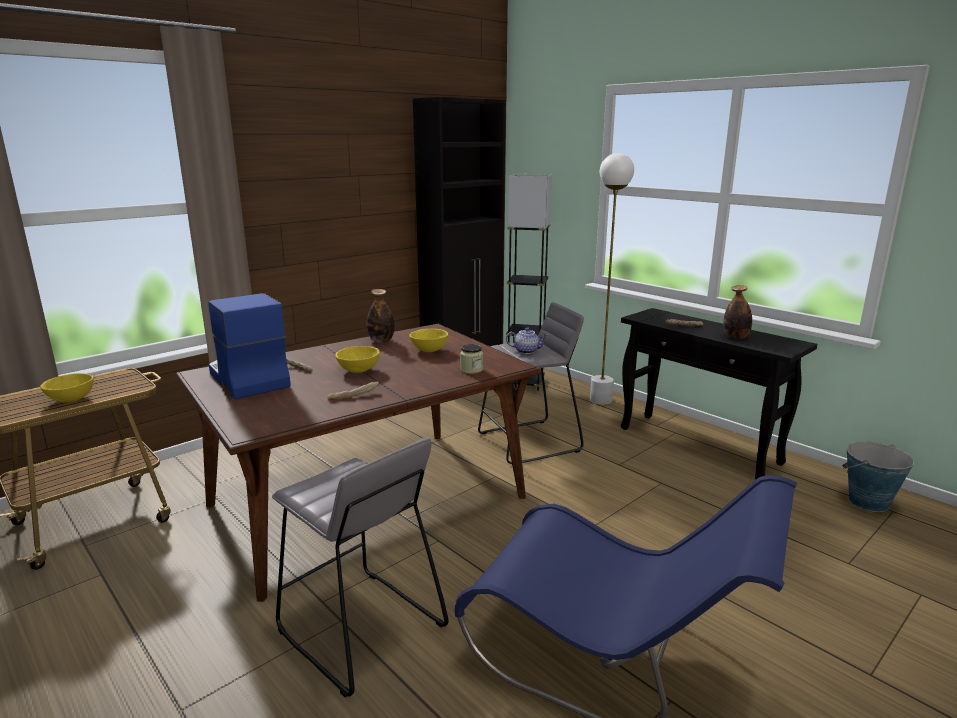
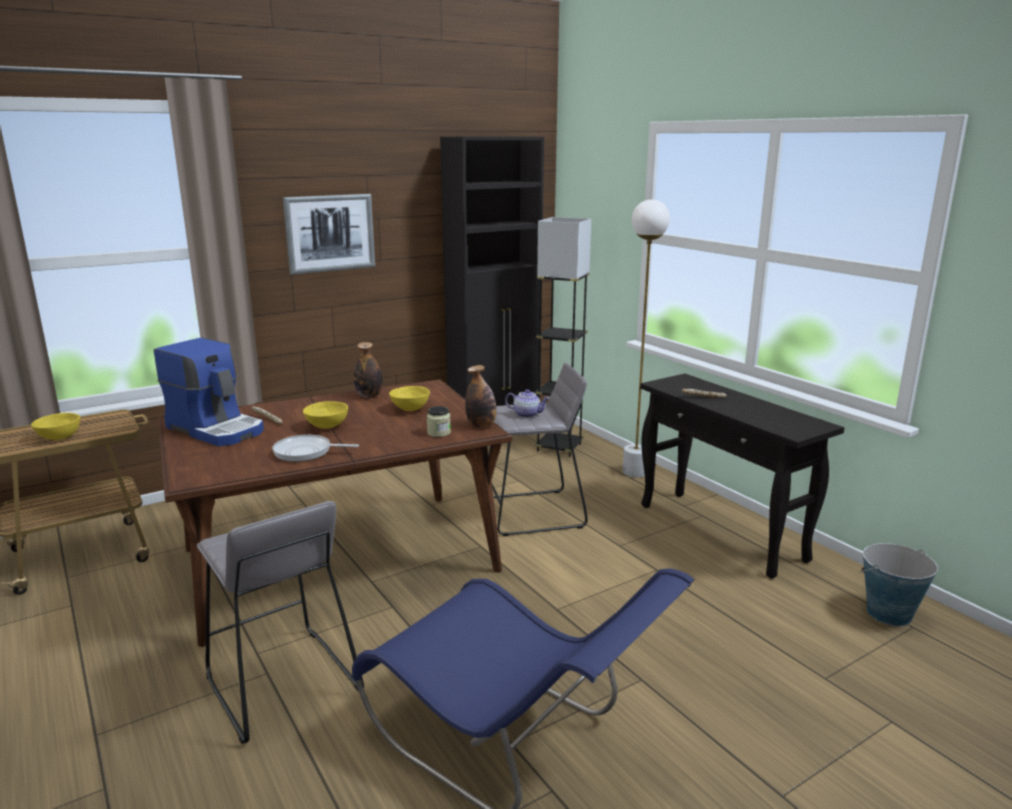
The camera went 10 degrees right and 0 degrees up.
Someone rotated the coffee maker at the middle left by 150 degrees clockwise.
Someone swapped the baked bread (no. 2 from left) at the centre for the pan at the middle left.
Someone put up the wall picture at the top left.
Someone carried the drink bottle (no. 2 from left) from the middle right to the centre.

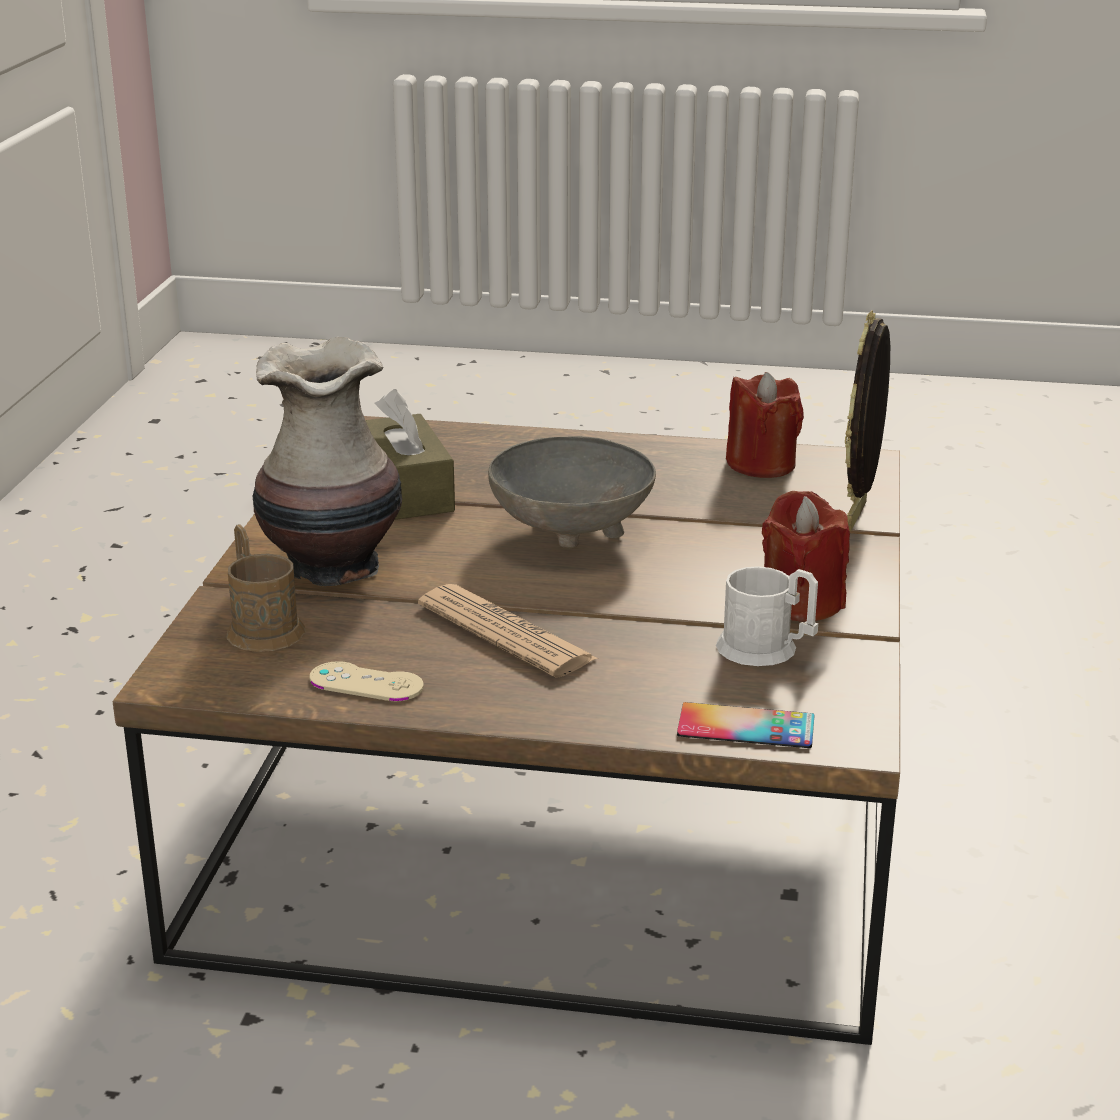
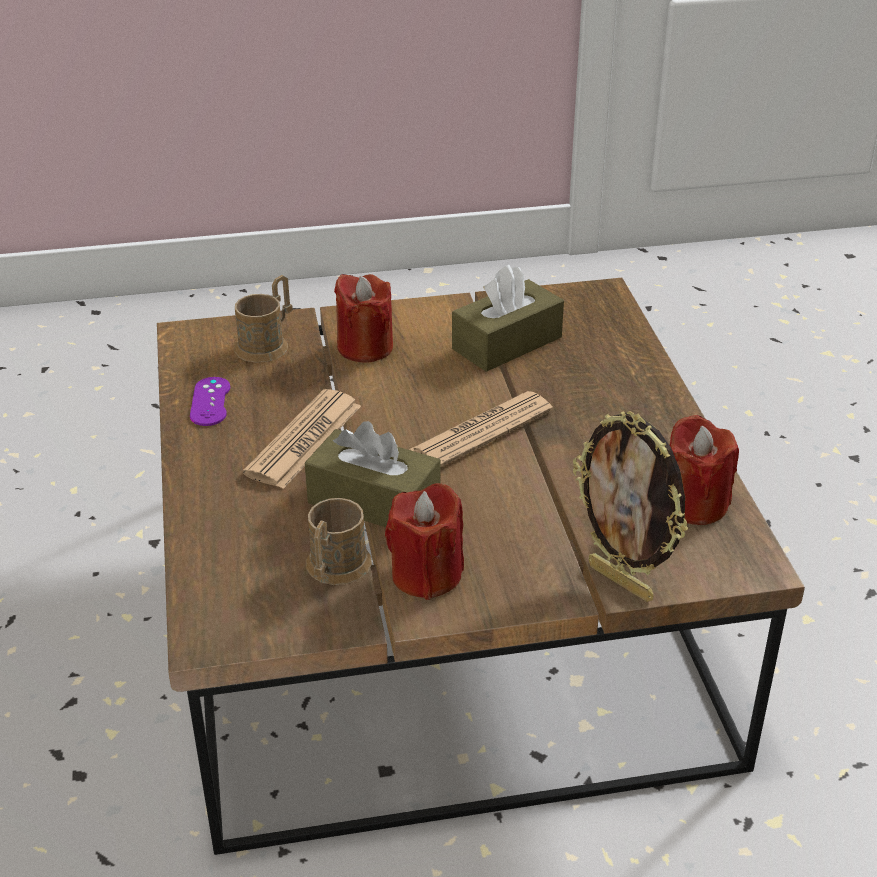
The camera went 70 degrees right and 10 degrees up.
Someone repainted the sand-coloured joypad at the middle left, which became the purple joypad at the middle left.
Someone put down the brown tissue box (no. 1 from left) at the centre.
Someone repainted the white mug at the middle right, which became the brown mug (no. 2 from left) at the centre.
Someone swapped the flower vase at the middle left for the reddish candle (no. 1 from left) at the centre.
Someone swapped the grey serving bowl at the centre for the newspaper (no. 2 from left) at the centre.
Someone rotated the picture frame at the middle right by 135 degrees counterclockwise.
Someone took away the handset at the centre.

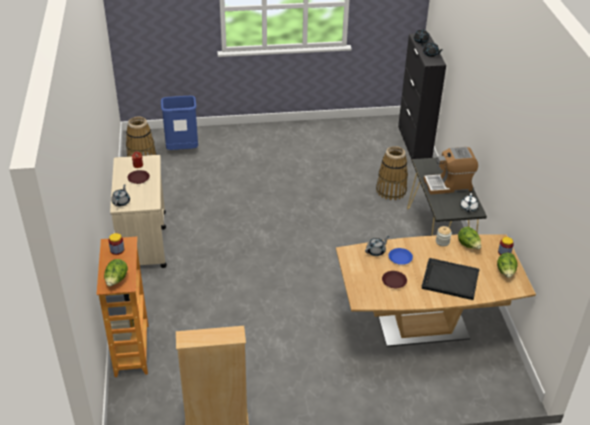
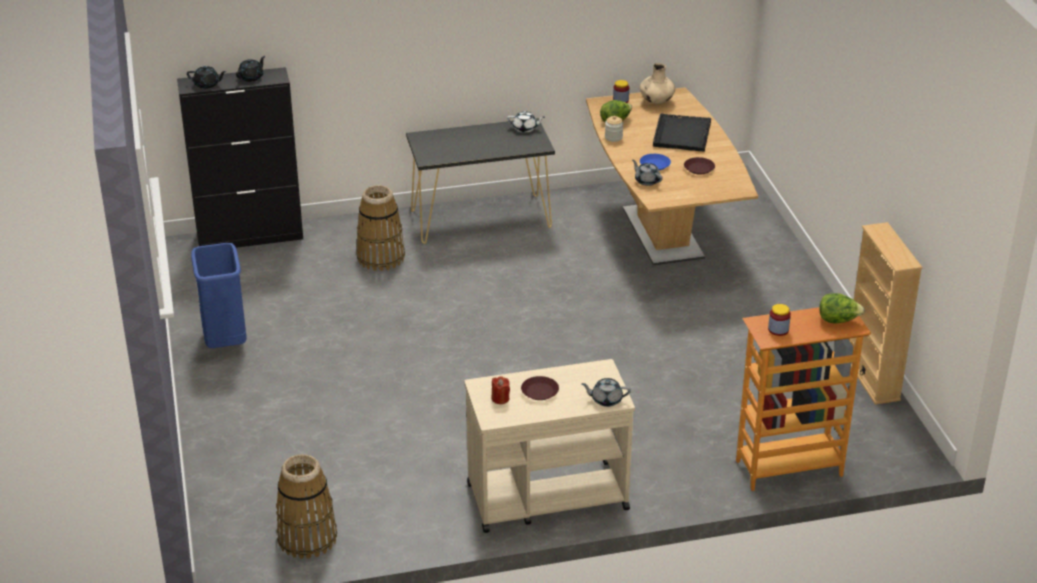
The camera went 95 degrees left and 5 degrees down.
Someone carried the blue-coloured waste bin from the top left to the middle left.
Someone swapped the lettuce (no. 3 from left) at the middle right for the sand-coloured flower vase at the top centre.
Someone took away the coffee maker at the middle right.

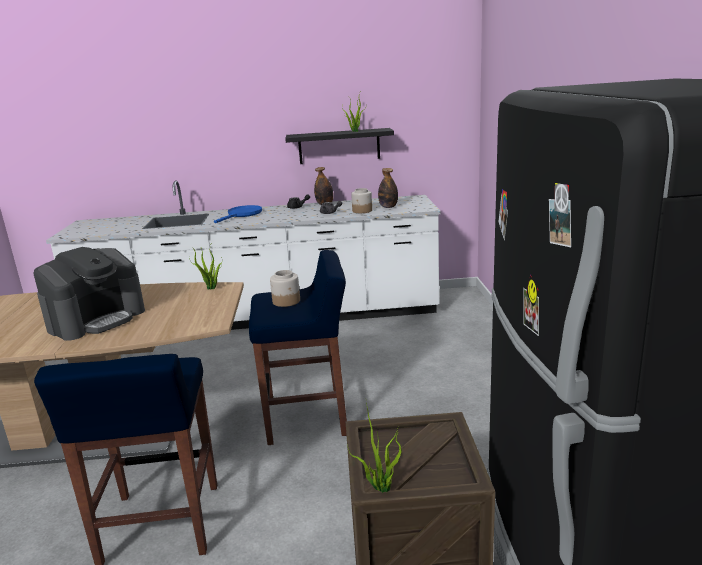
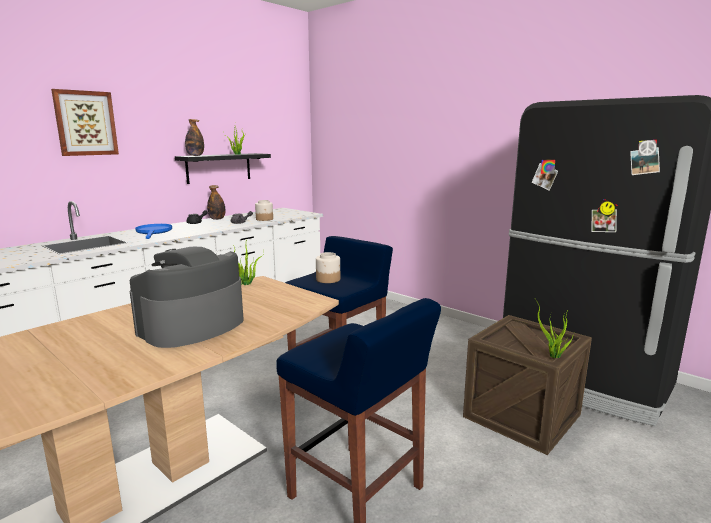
The camera went 45 degrees left and 5 degrees down.
Someone put up the wall picture at the top left.
Someone rotated the coffee maker at the middle left by 135 degrees counterclockwise.
Someone carried the drink bottle (no. 2 from left in the first image) from the top centre to the top left.

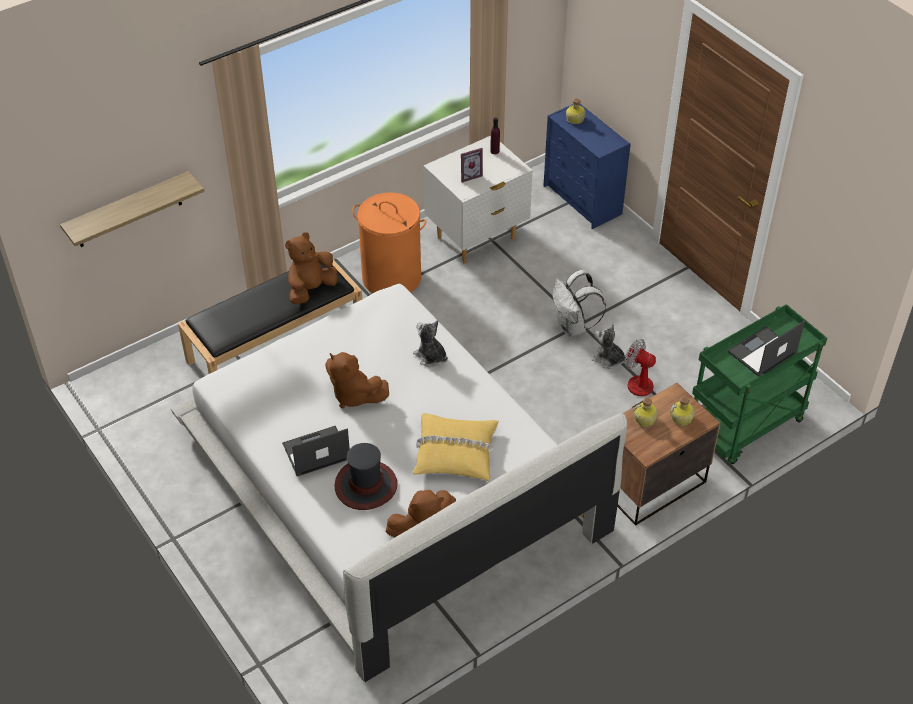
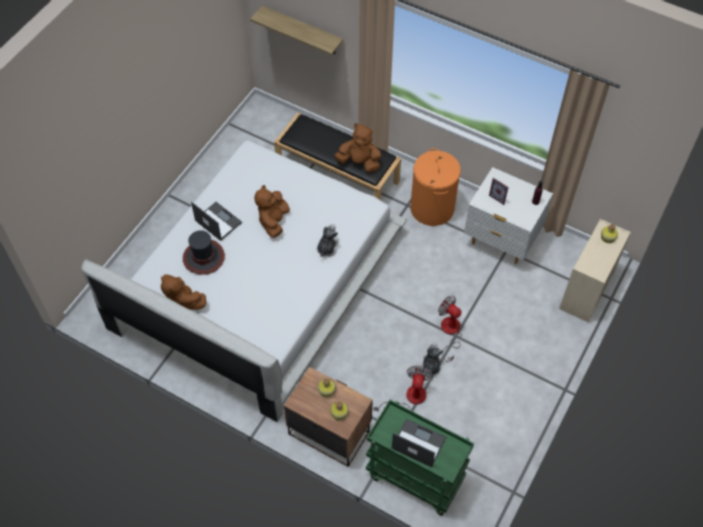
The camera went 65 degrees right and 10 degrees up.
Someone swapped the white rucksack at the centre for the cooling fan (no. 2 from left) at the centre.
Someone repainted the blue-coloured chest of drawers at the top centre, which became the sand-coloured chest of drawers at the middle right.
Someone took away the yellow cushion at the centre.

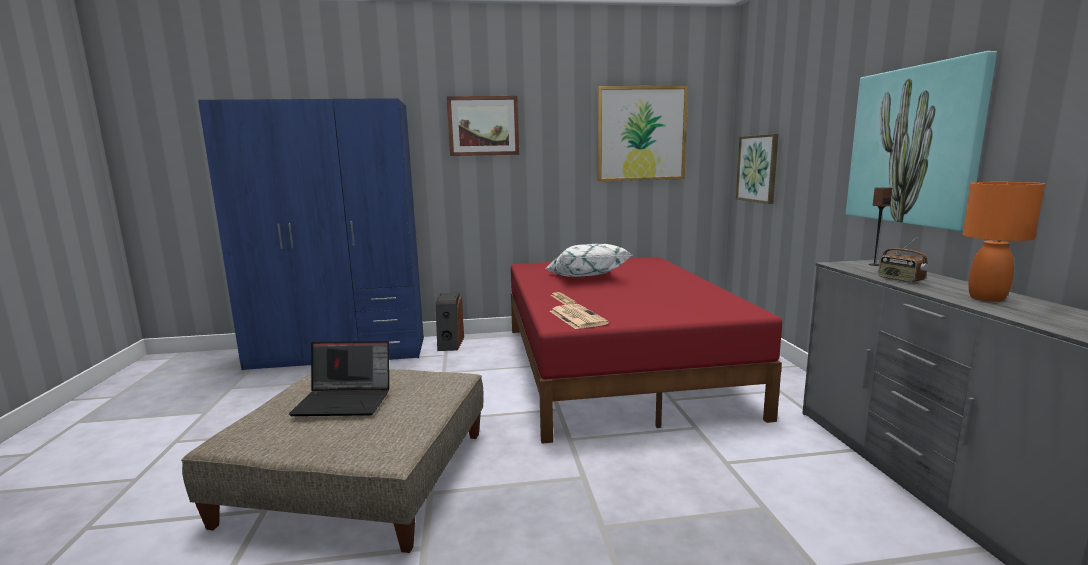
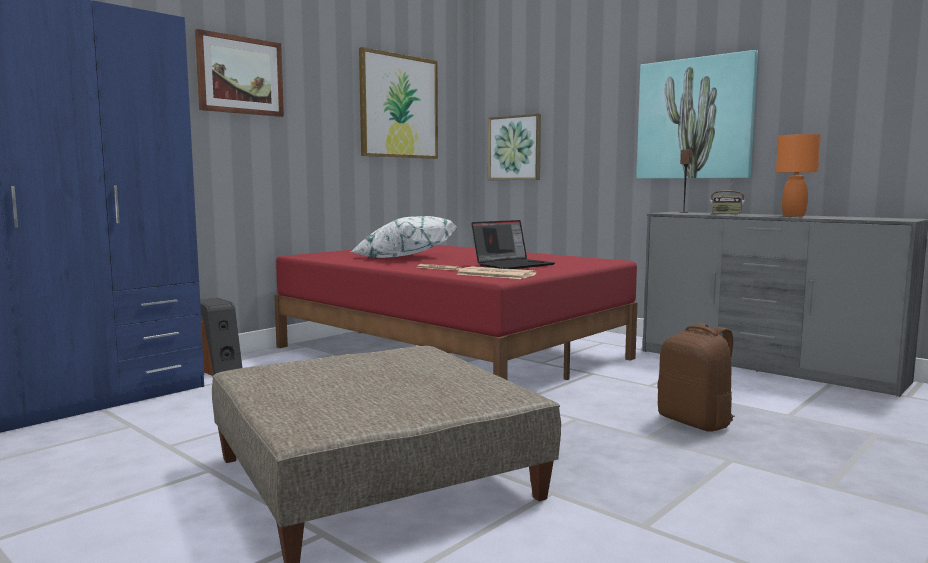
The camera went 40 degrees left and 5 degrees down.
Someone carried the notebook computer from the bottom left to the centre.
Someone put down the brown rucksack at the bottom right.

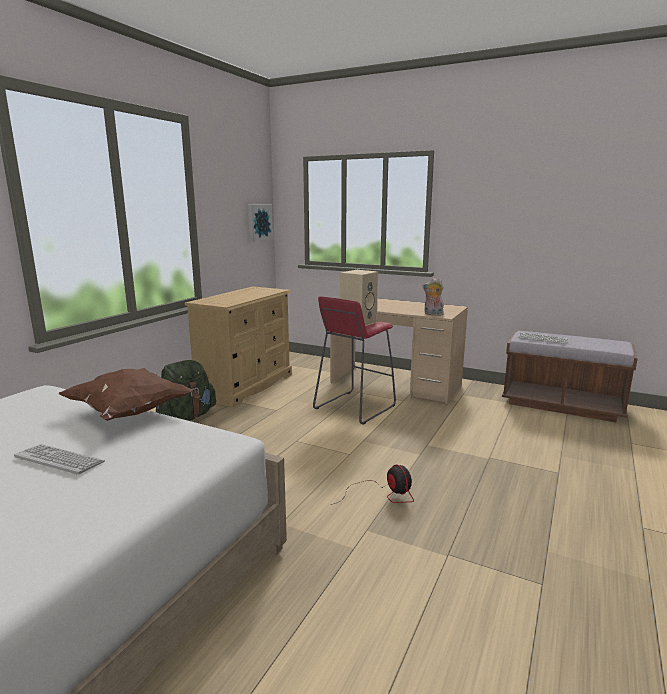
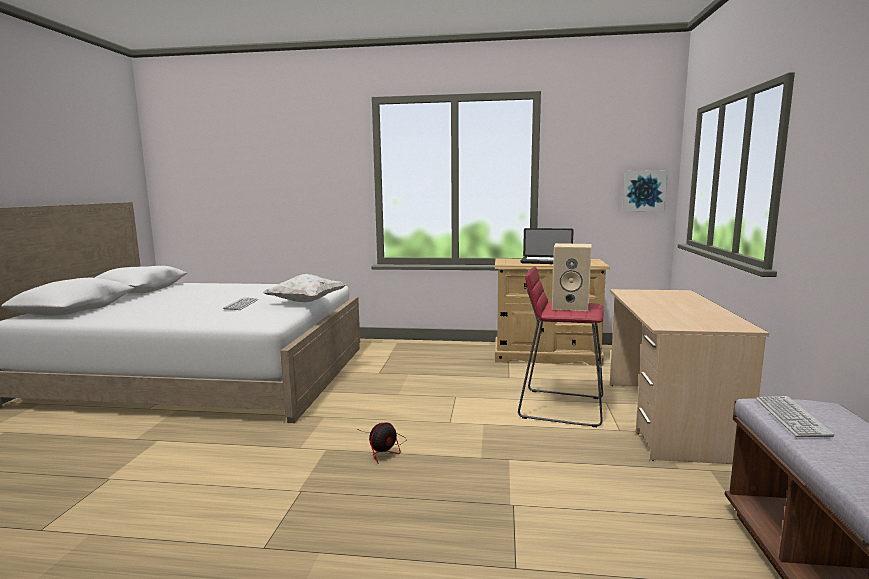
The camera went 70 degrees right and 5 degrees down.
Someone repainted the brown cushion at the middle left, which became the white cushion at the centre.
Someone put down the notebook computer at the centre.
Someone took away the green-coloured rucksack at the middle left.
Someone took away the soft toy at the centre.

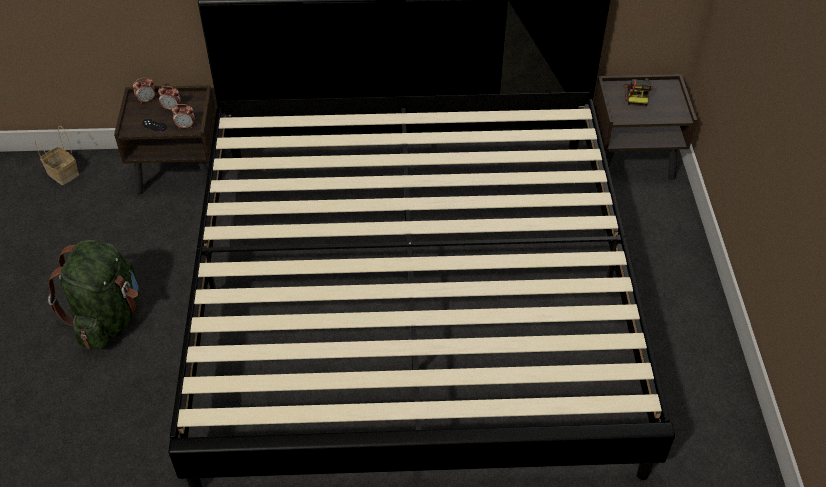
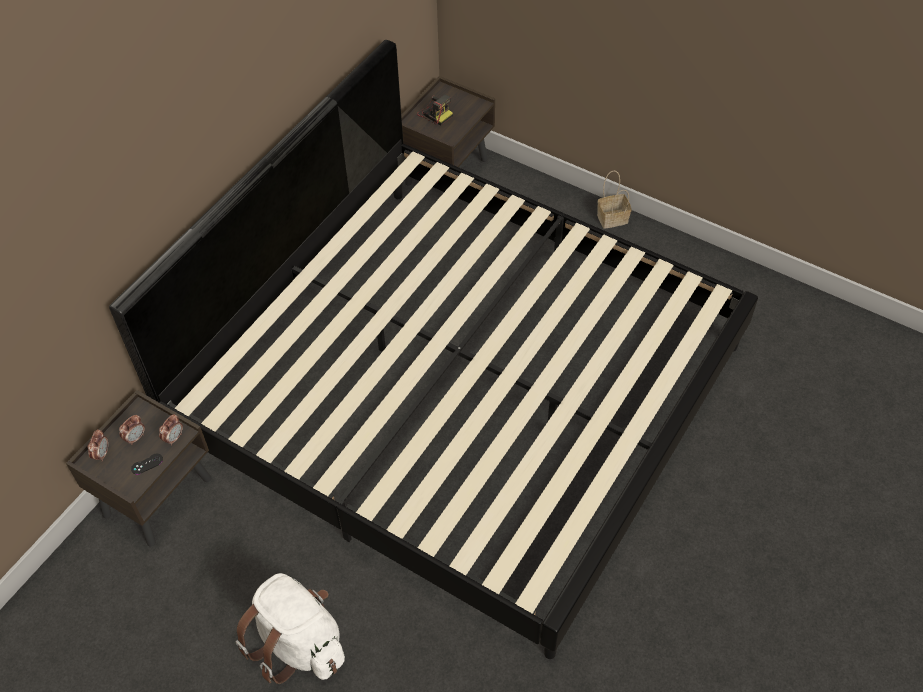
The camera went 55 degrees left and 5 degrees up.
Someone repainted the green-coloured rucksack at the middle left, which became the white rucksack at the bottom left.
Someone carried the basket from the top left to the top centre.

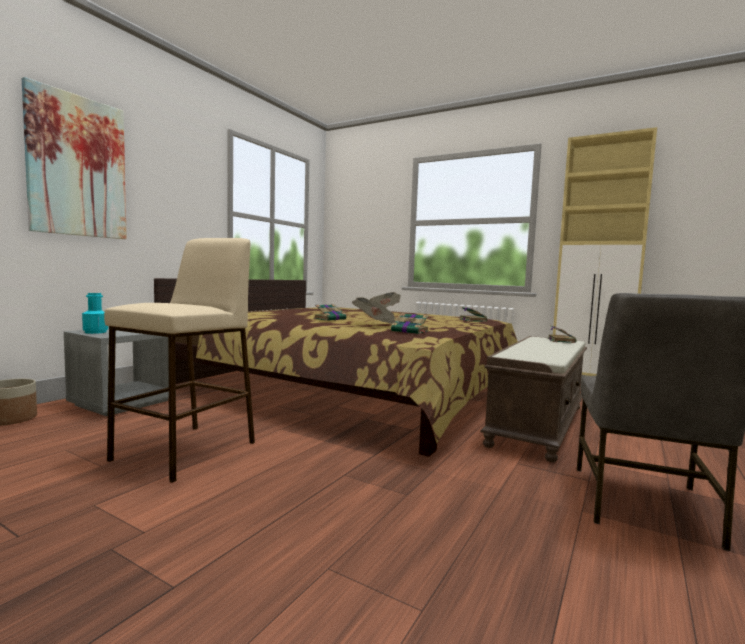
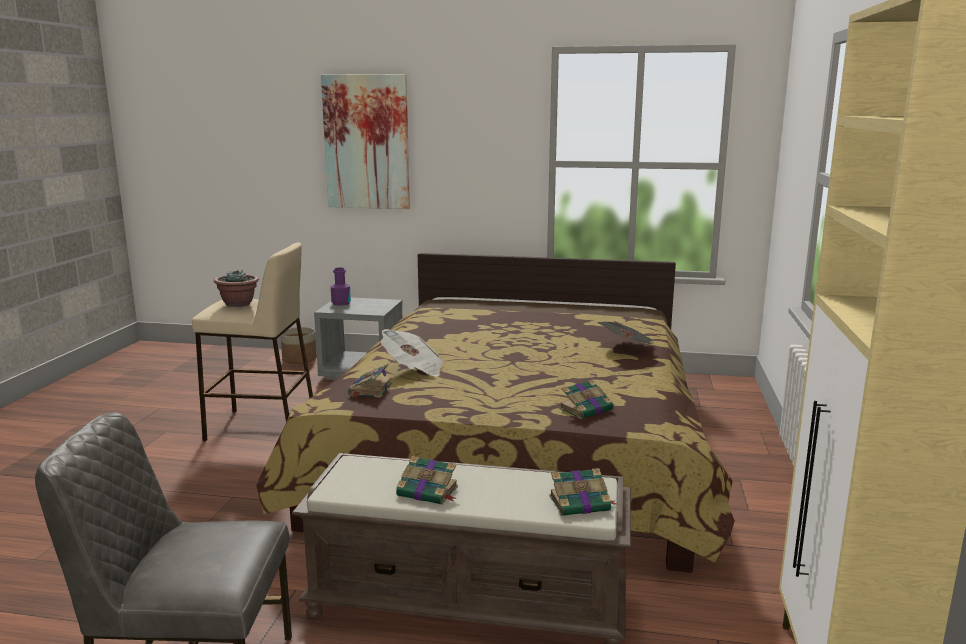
The camera went 70 degrees right and 10 degrees up.
Someone put down the potted plant at the middle left.
Someone repainted the turquoise-coloured drink bottle at the middle left, which became the purple drink bottle at the centre.
Someone carried the bound book (no. 1 from left in the first image) from the centre to the bottom centre.

